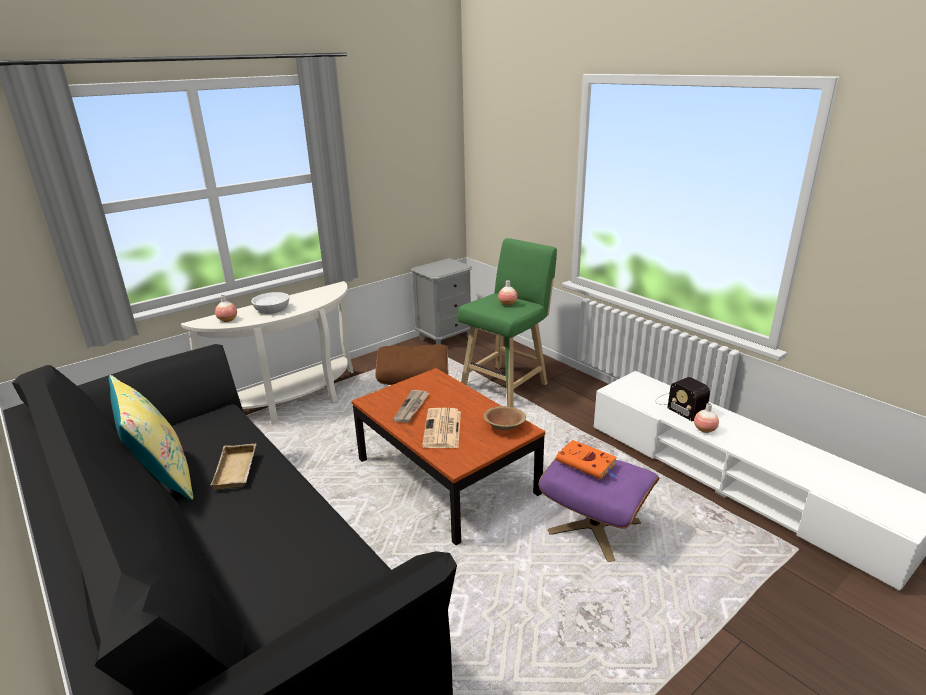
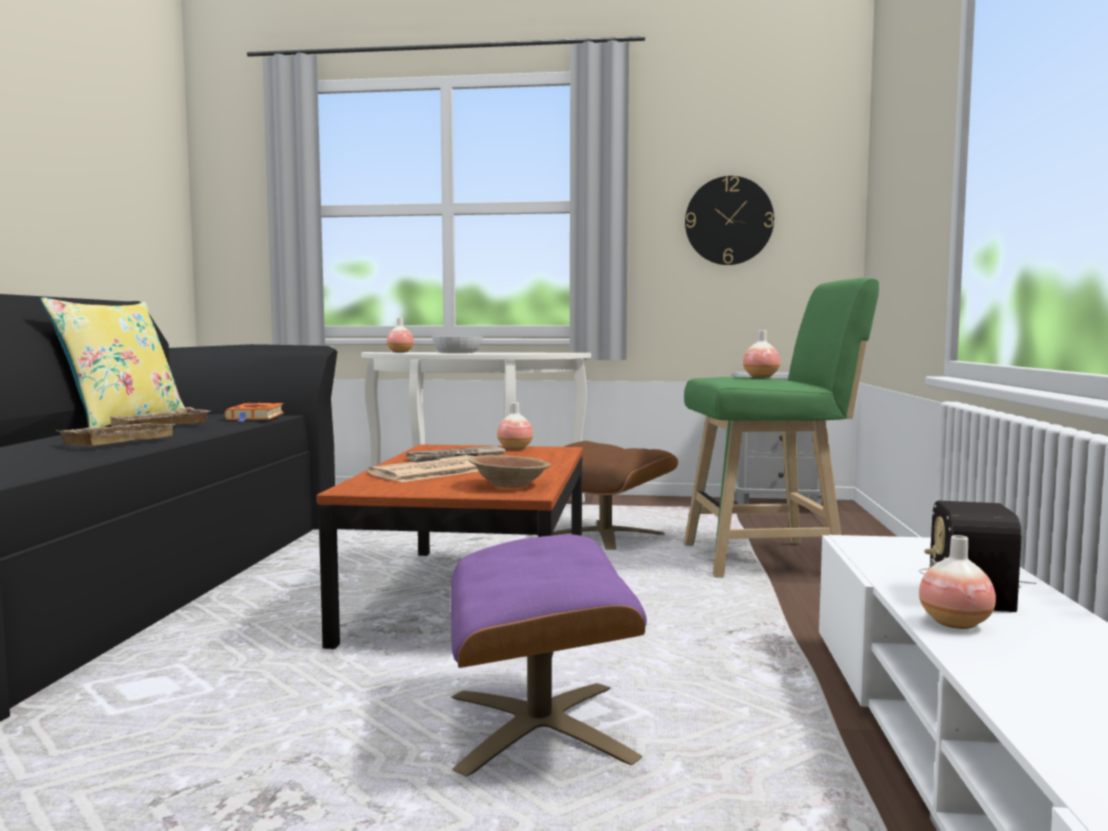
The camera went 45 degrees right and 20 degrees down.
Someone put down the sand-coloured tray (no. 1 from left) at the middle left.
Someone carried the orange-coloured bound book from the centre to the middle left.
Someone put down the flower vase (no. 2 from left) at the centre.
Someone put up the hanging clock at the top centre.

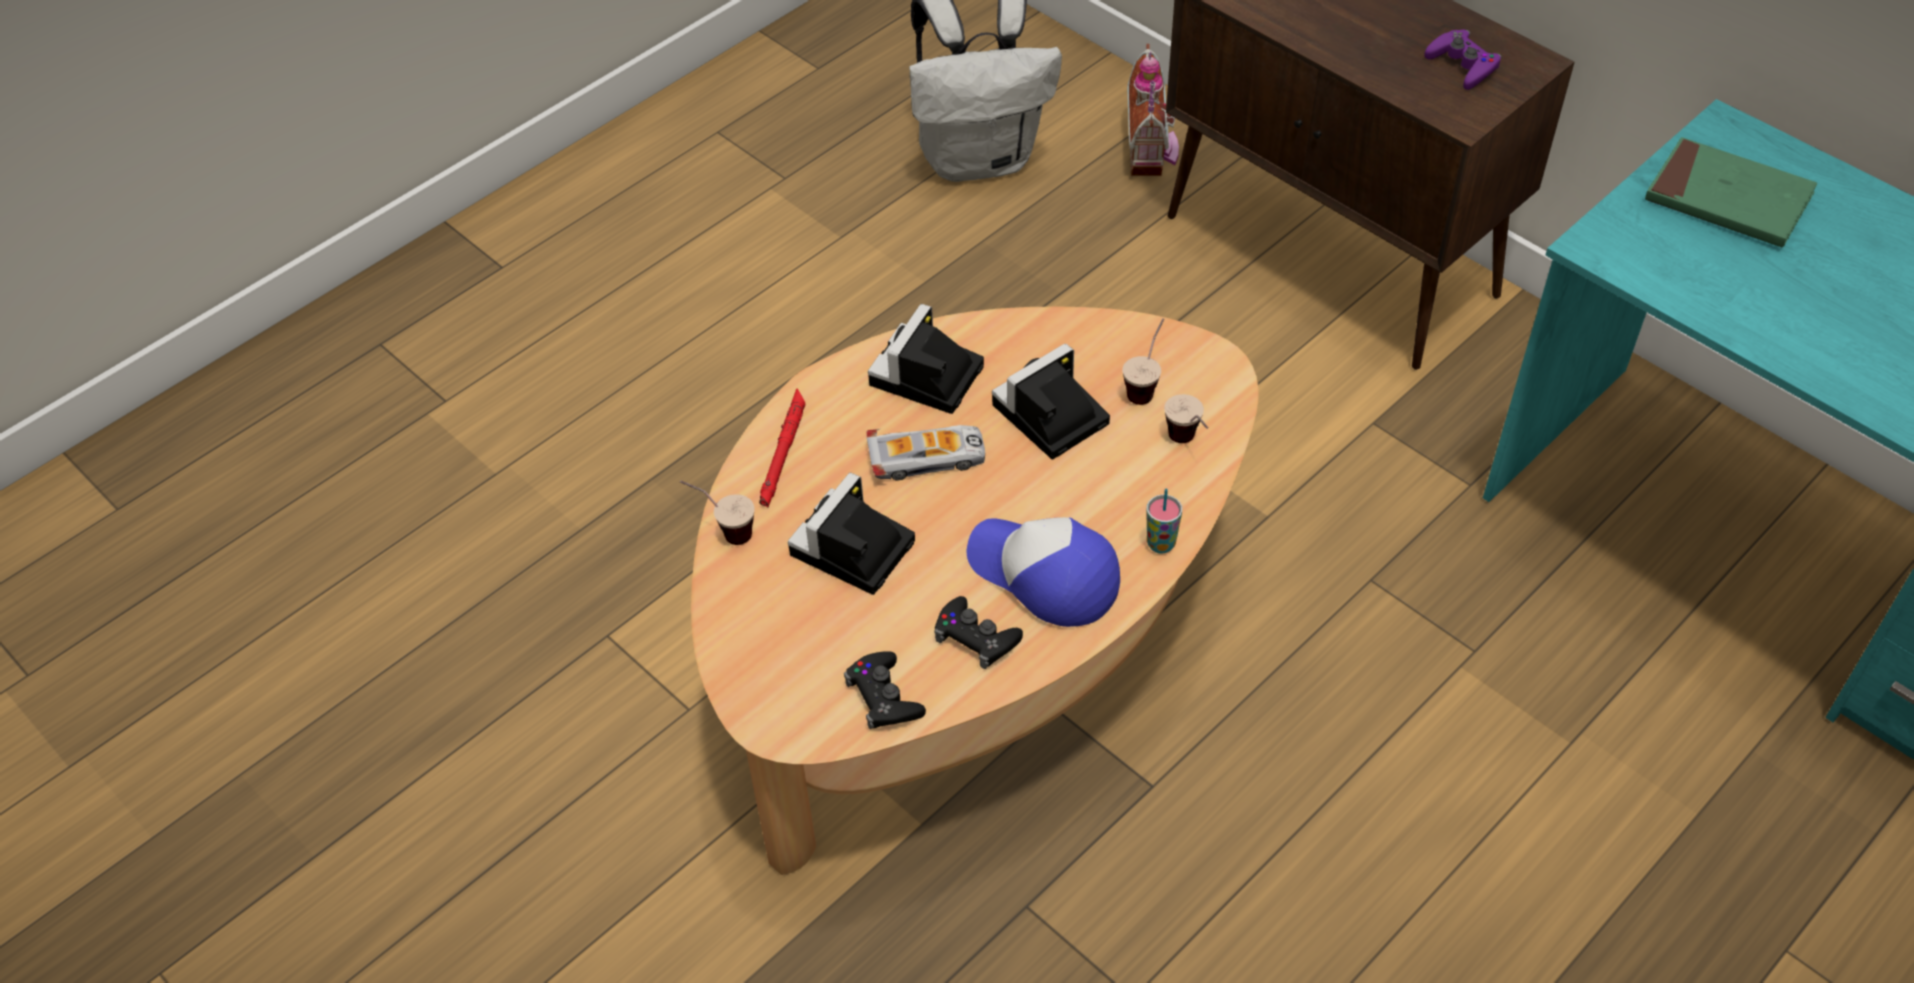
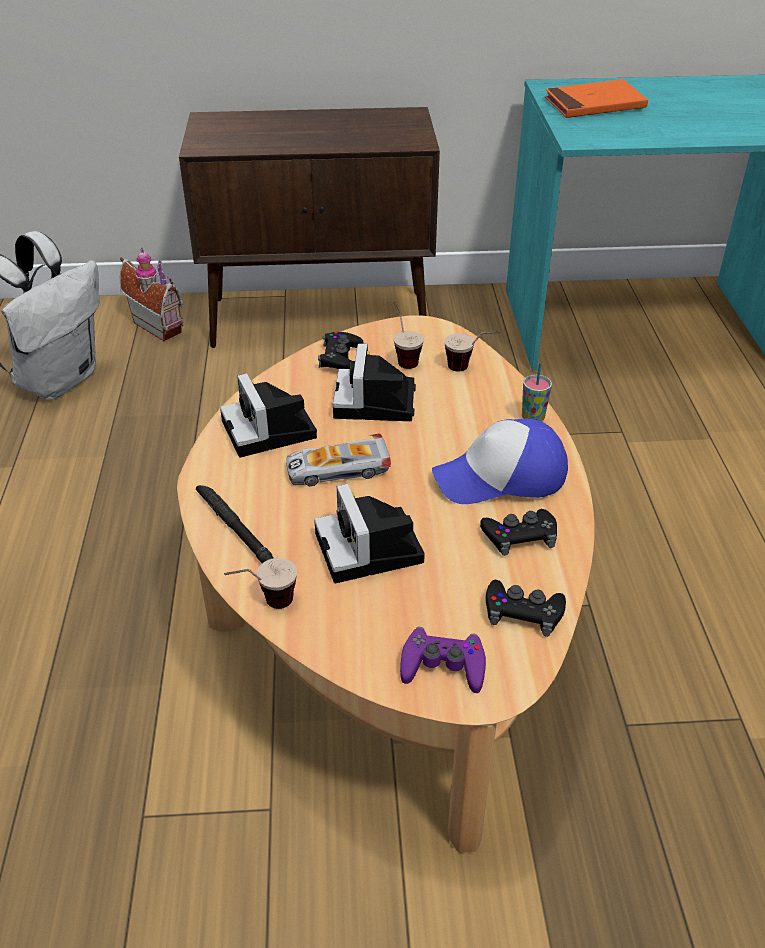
The camera went 50 degrees left and 10 degrees down.
Someone repainted the reddish hand torch at the centre, which became the blackish hand torch at the middle left.
Someone rotated the toy car at the centre by 135 degrees counterclockwise.
Someone put down the blackish joypad (no. 1 from left) at the centre.
Someone carried the purple joypad from the top right to the bottom centre.
Someone repainted the green-coloured bound book at the top right, which became the orange-coloured bound book at the top right.

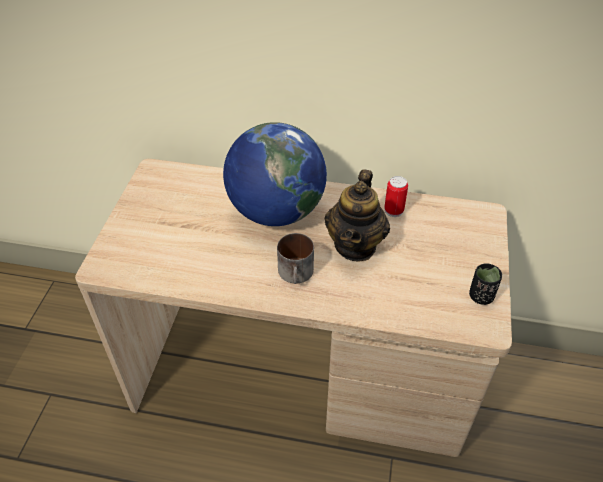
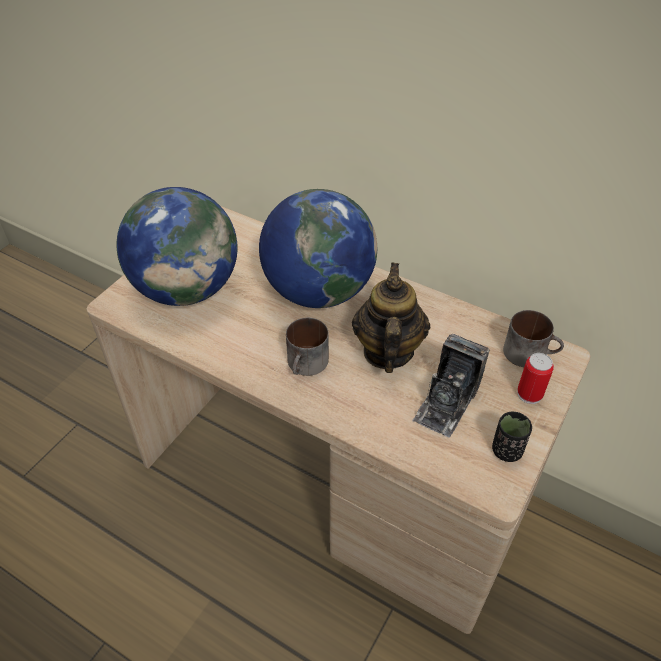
The camera went 20 degrees right and 0 degrees up.
Someone put down the globe (no. 1 from left) at the middle left.
Someone rotated the pot for tea at the centre by 150 degrees clockwise.
Someone put down the photo camera at the middle right.
Someone put down the mug (no. 2 from left) at the middle right.
Someone carried the sealed can from the centre to the middle right.

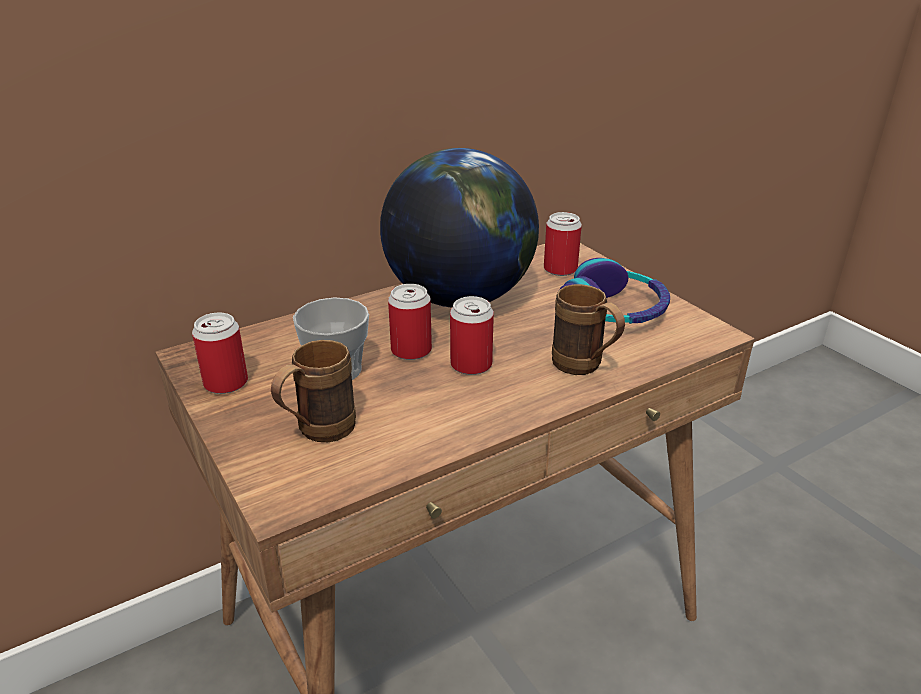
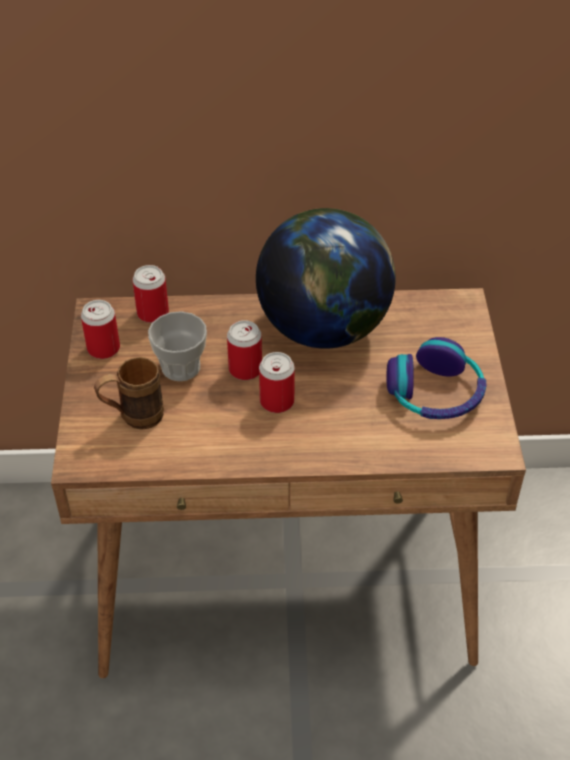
The camera went 30 degrees right and 15 degrees up.
Someone carried the sealed can (no. 4 from left in the first image) from the centre to the middle left.
Someone took away the brown mug (no. 2 from left) at the centre.

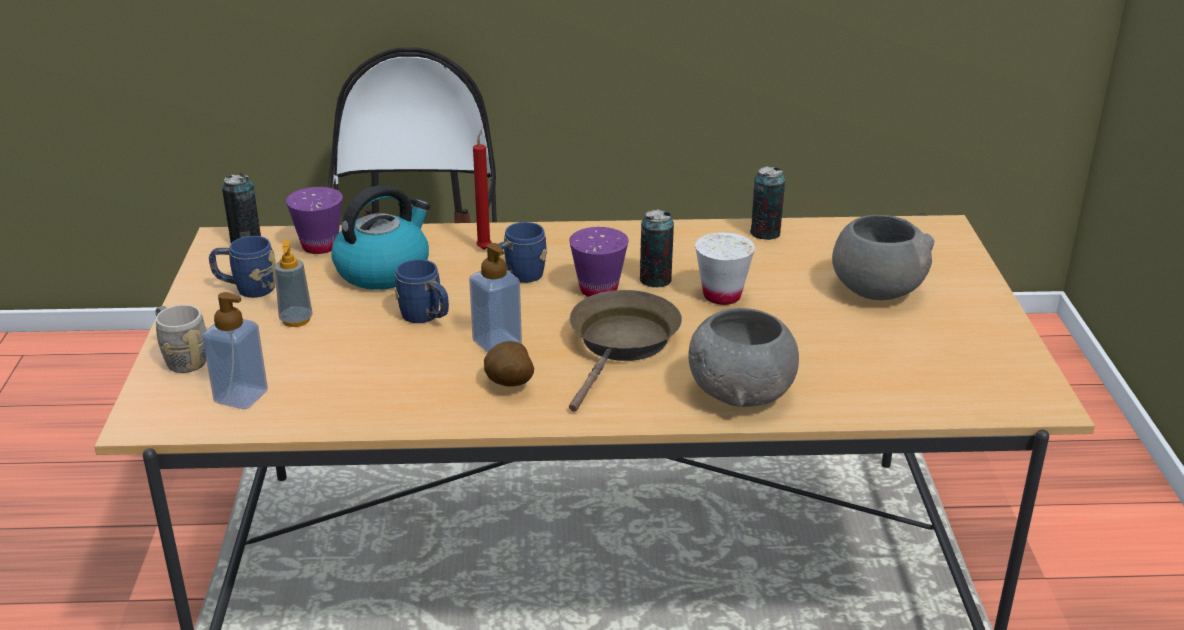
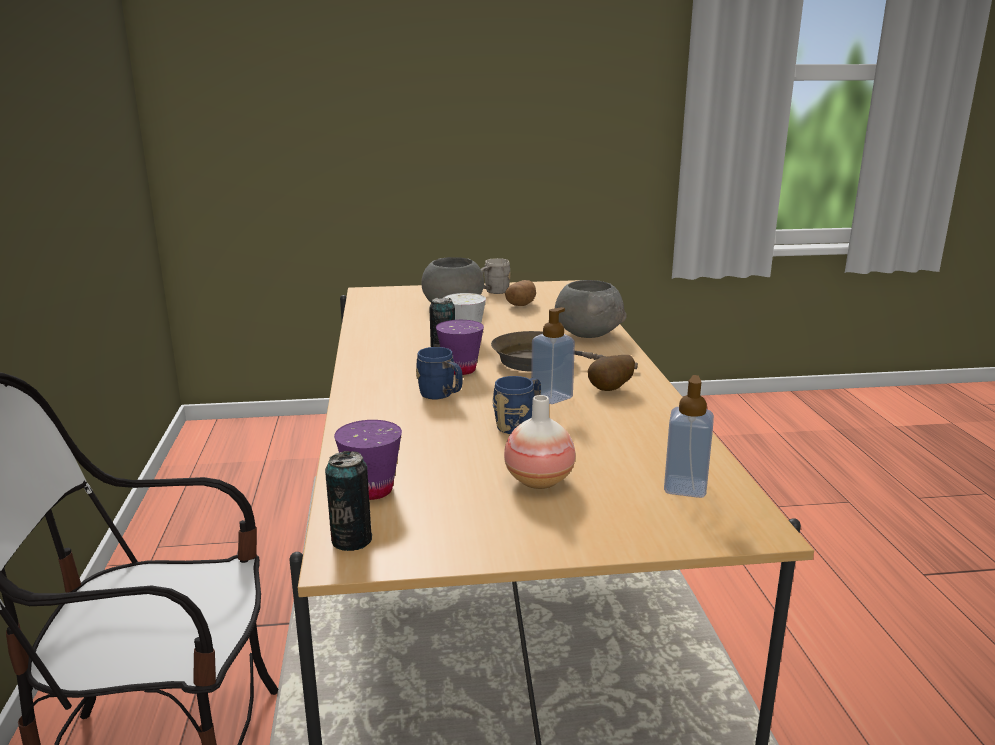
The camera went 95 degrees left and 10 degrees down.
Someone carried the grey mug from the middle left to the centre.
Someone swapped the soap dispenser (no. 2 from left) at the middle left for the flower vase at the centre.
Someone put down the potato (no. 1 from left) at the centre.
Someone took away the blue-coloured mug (no. 1 from left) at the middle left.
Someone took away the water kettle at the middle left.
Someone took away the reddish candle at the top centre.
Someone took away the sealed can (no. 3 from left) at the top centre.

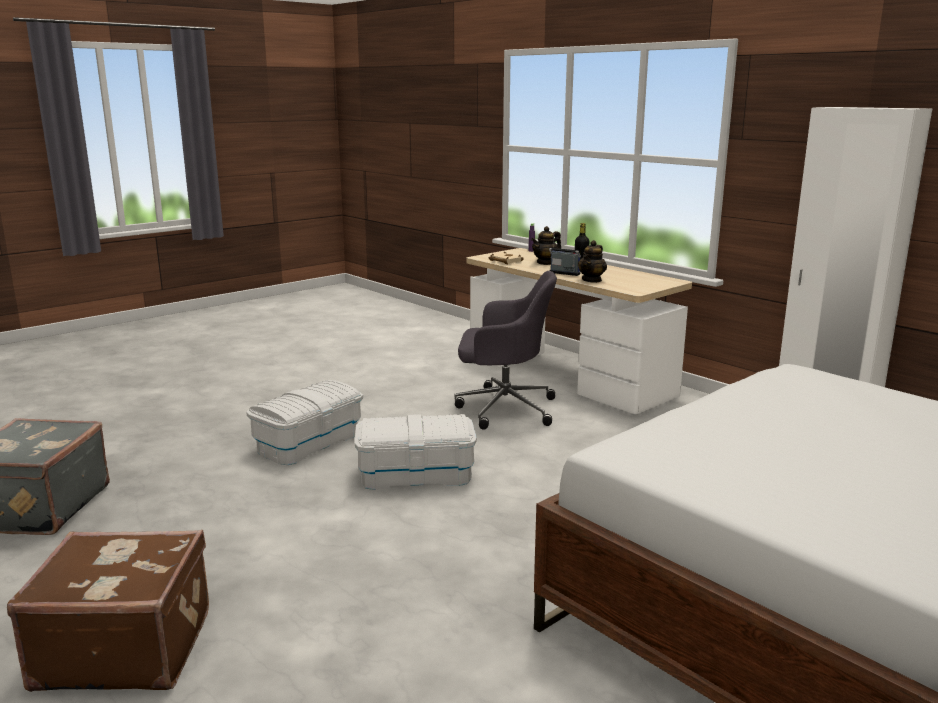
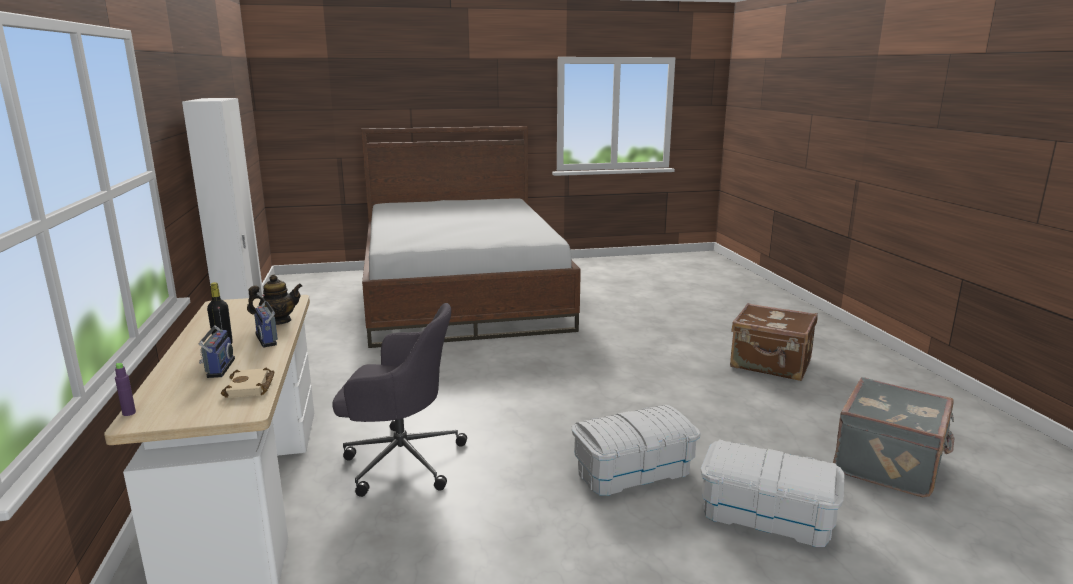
The camera went 150 degrees left and 0 degrees up.
Someone swapped the pot for tea (no. 1 from left) at the centre for the radio set (no. 1 from left) at the middle left.
Someone rotated the grey desk chair at the centre by 150 degrees clockwise.
Someone carried the white storage box (no. 2 from left) from the centre to the bottom right.

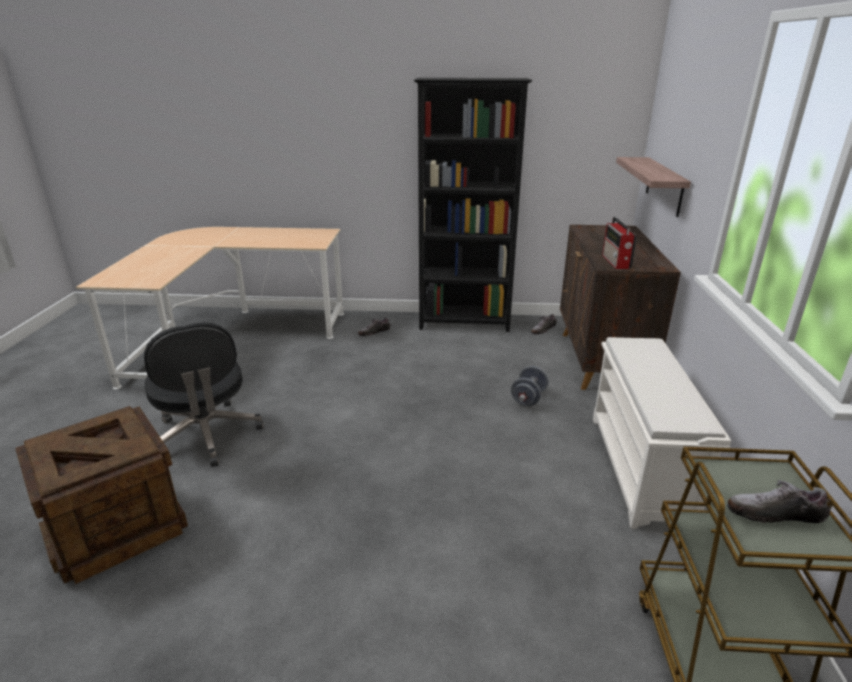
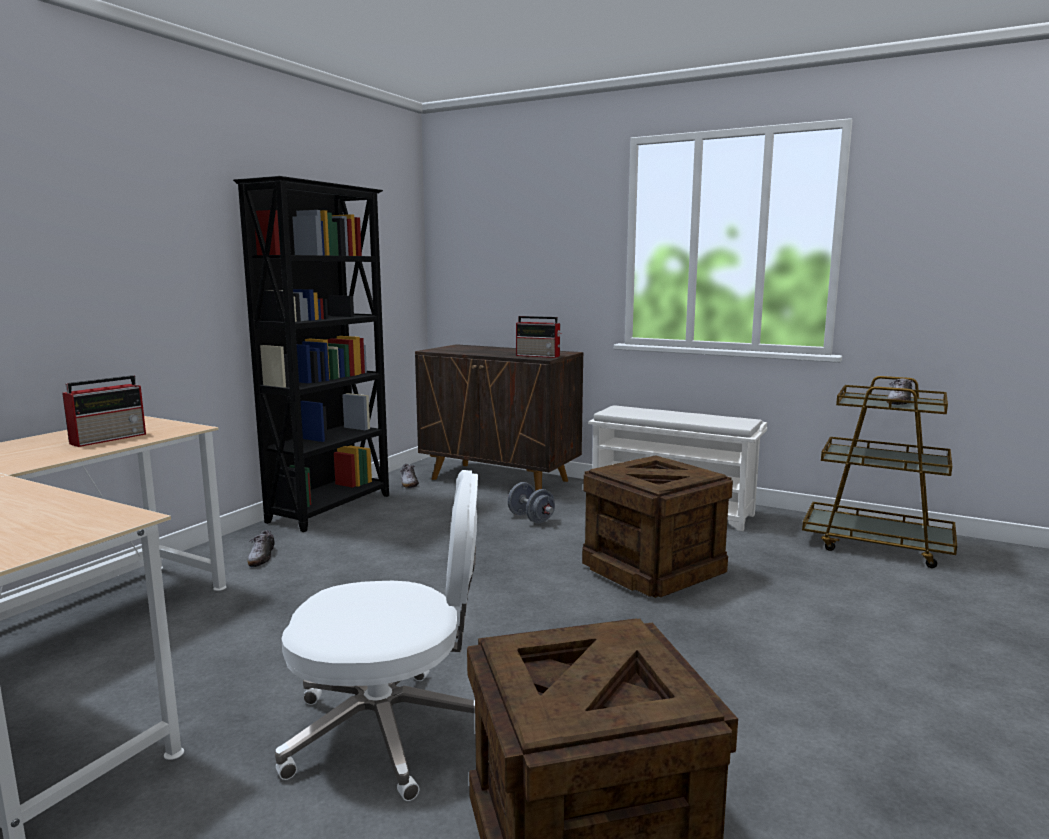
The camera went 65 degrees left and 15 degrees down.
Someone put down the radio set (no. 1 from left) at the middle left.
Someone repainted the blackish desk chair at the middle left, which became the white desk chair at the bottom centre.
Someone put down the shipping crate (no. 2 from left) at the centre.
Someone took away the shelf at the top right.

